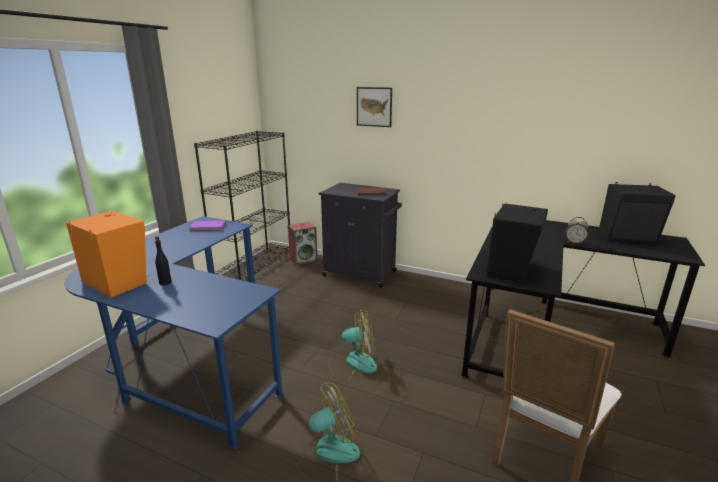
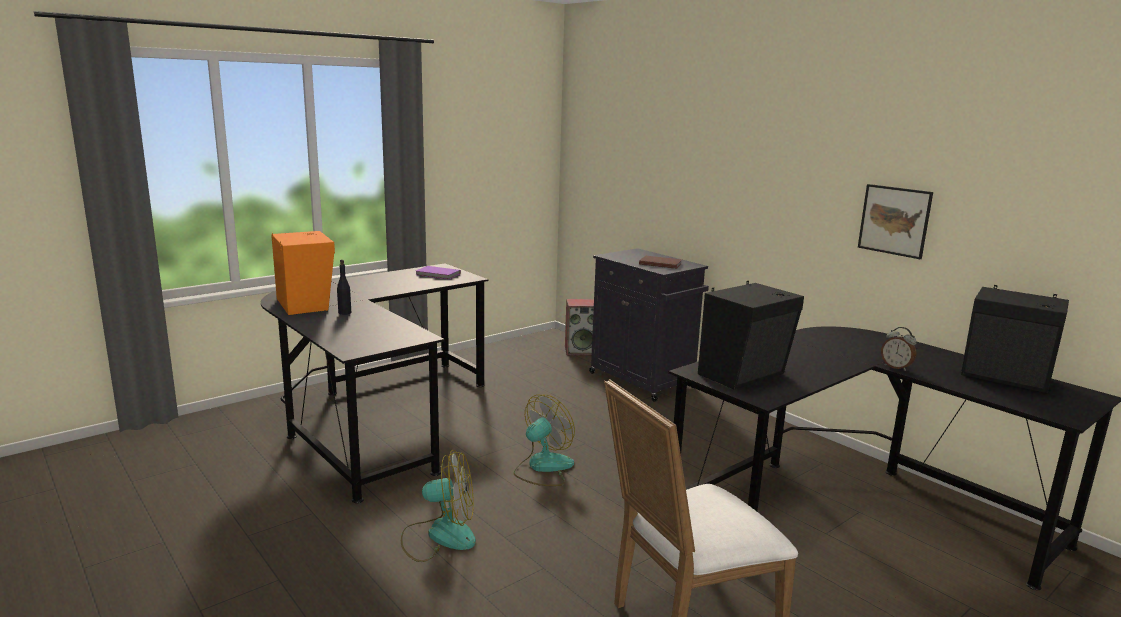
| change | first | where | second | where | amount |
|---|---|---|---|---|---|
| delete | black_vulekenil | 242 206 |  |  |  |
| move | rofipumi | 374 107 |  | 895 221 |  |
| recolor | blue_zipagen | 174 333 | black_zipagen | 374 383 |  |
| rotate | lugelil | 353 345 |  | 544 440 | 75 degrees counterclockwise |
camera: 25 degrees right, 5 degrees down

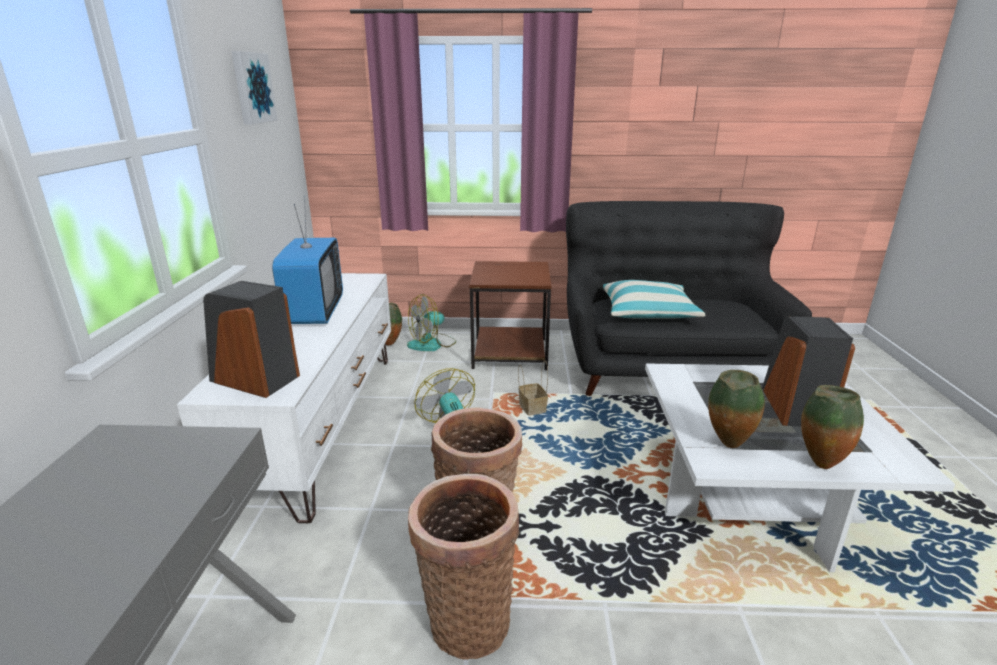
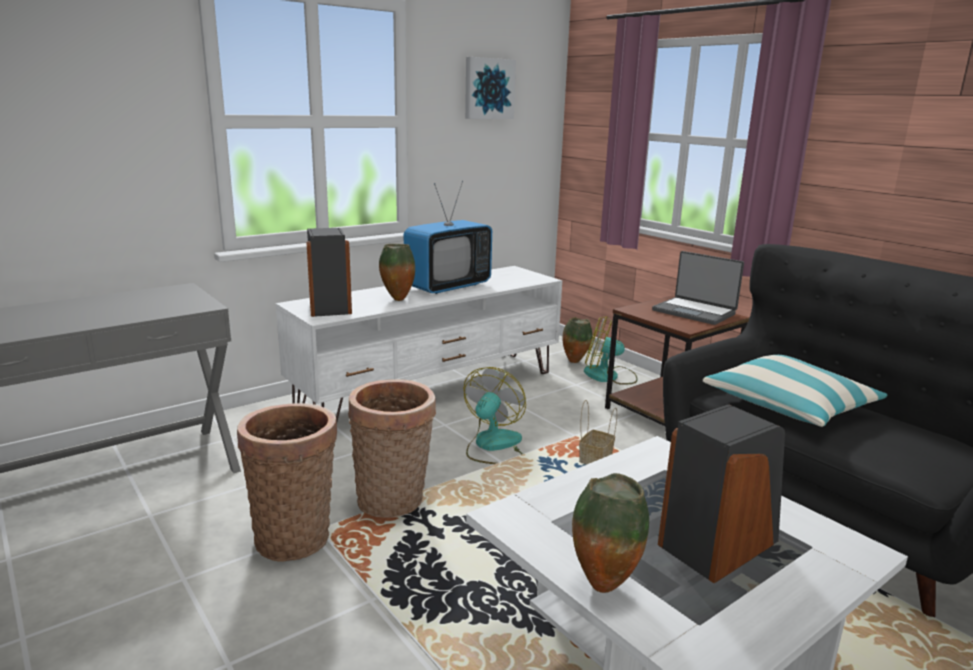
| change | first | where | second | where | amount |
|---|---|---|---|---|---|
| insert |  |  | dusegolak | 698 288 |  |
| move | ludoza | 736 409 |  | 397 272 |  |
camera: 50 degrees right, 5 degrees down

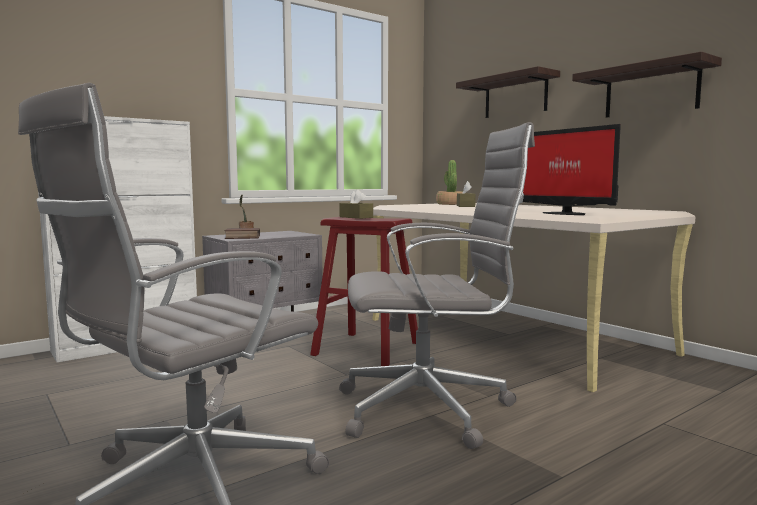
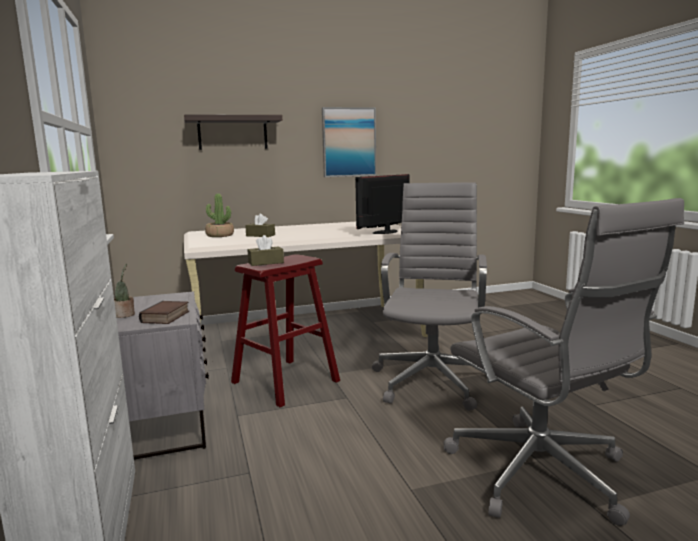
| change | first | where | second | where | amount |
|---|---|---|---|---|---|
| replace | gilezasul | 647 85 | rofipumi | 349 142 |  |
| rotate | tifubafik | 572 169 |  | 382 204 | 150 degrees clockwise |
camera: 70 degrees left, 5 degrees up

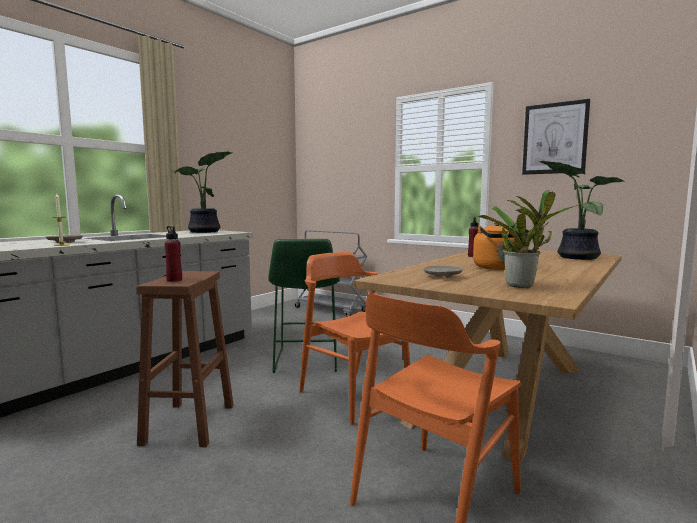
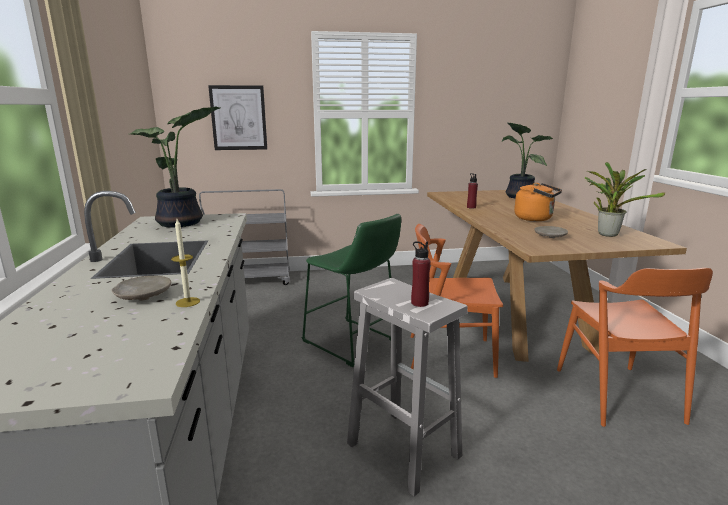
| change | first | where | second | where | amount |
|---|---|---|---|---|---|
| move | rofipumi | 556 137 |  | 237 117 |  |
| recolor | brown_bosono | 185 359 | white_bosono | 407 387 |  |
camera: 45 degrees left, 10 degrees up

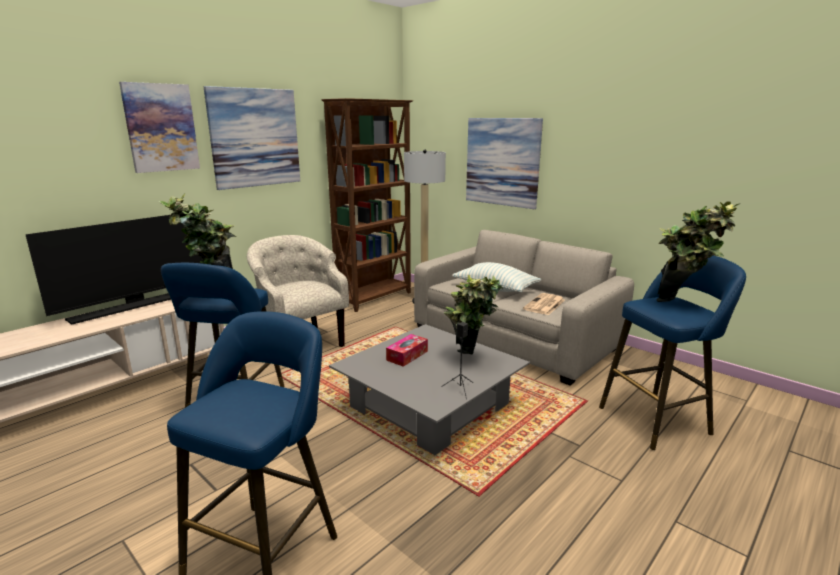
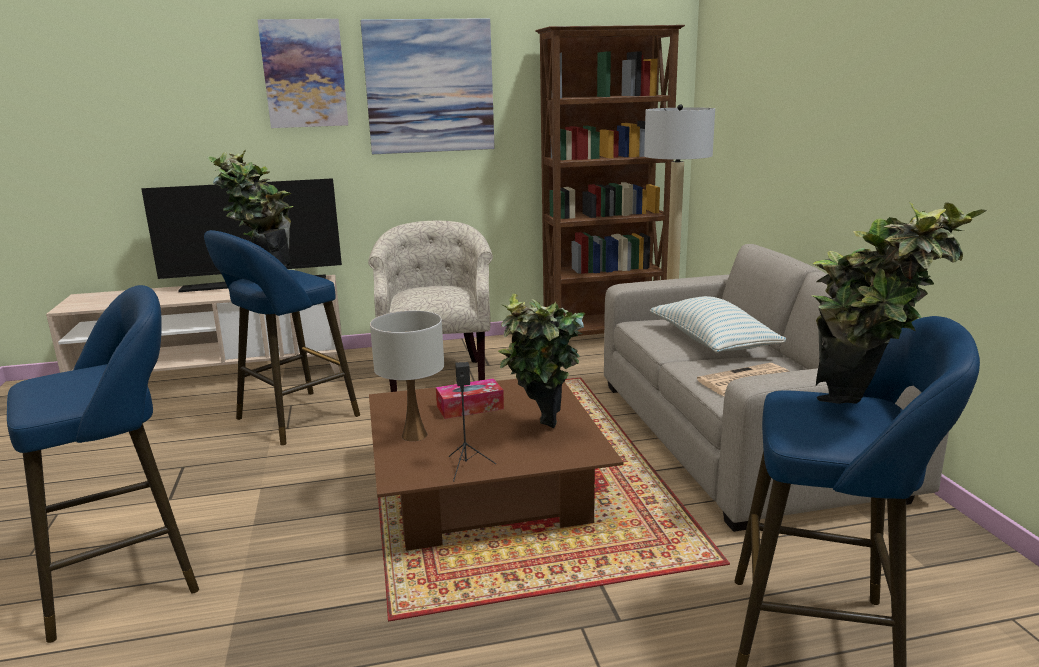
| change | first | where | second | where | amount |
|---|---|---|---|---|---|
| delete | rofipumi | 504 163 |  |  |  |
| insert |  |  | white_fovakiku | 407 376 |  |
| recolor | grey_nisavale | 429 389 | brown_nisavale | 496 465 |  |
camera: 35 degrees right, 0 degrees up

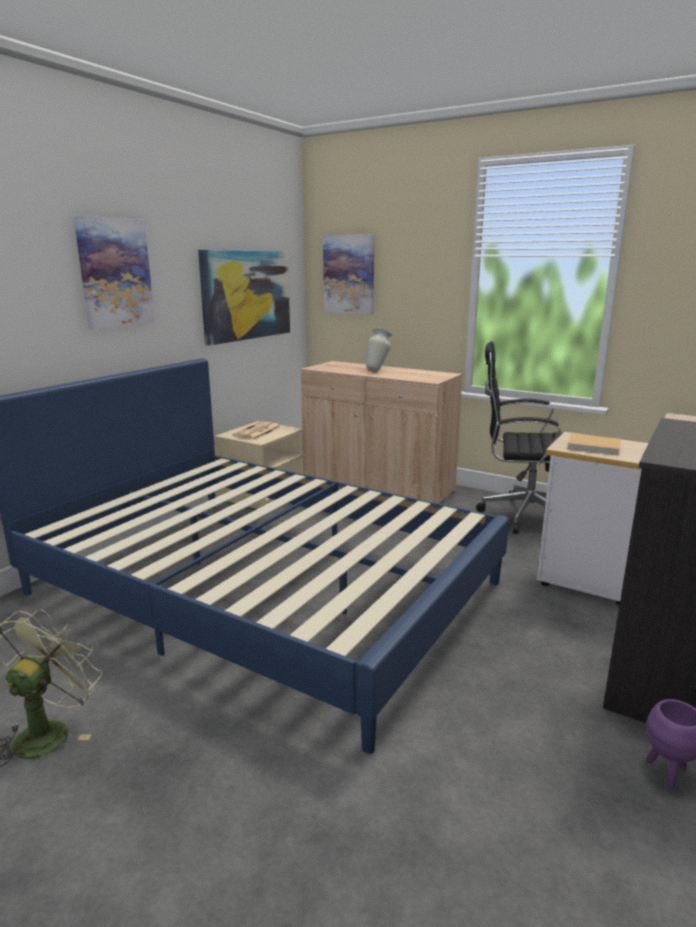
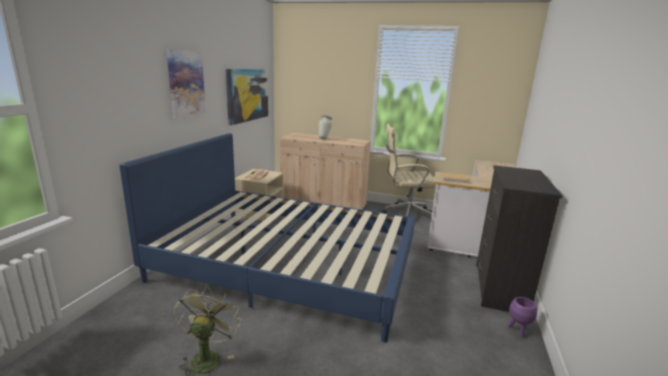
| change | first | where | second | where | amount |
|---|---|---|---|---|---|
| delete | rofipumi | 348 274 |  |  |  |
| recolor | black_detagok | 519 437 | beige_detagok | 409 172 |  |
camera: 15 degrees left, 0 degrees up

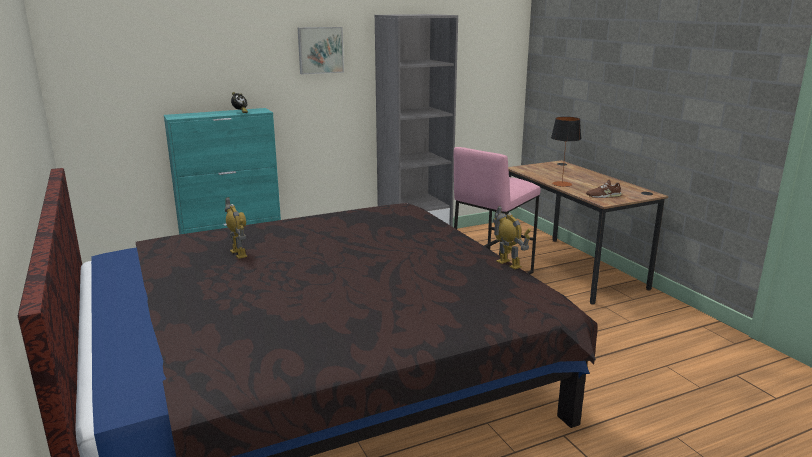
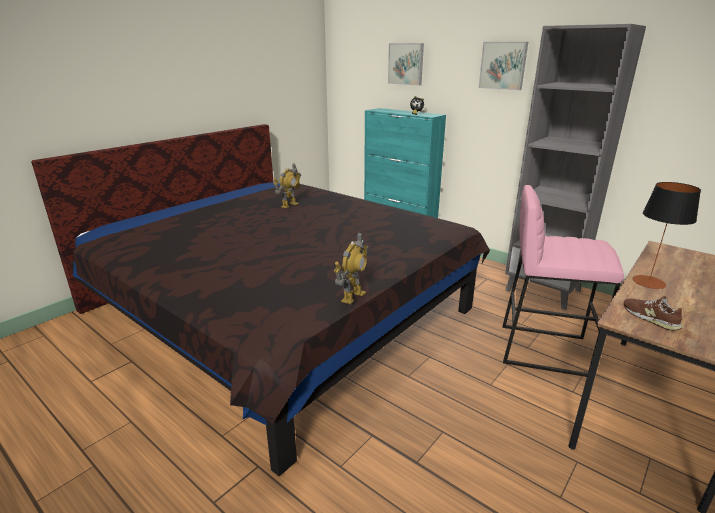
| change | first | where | second | where | amount |
|---|---|---|---|---|---|
| insert |  |  | rofipumi | 406 64 |  |
camera: 65 degrees right, 5 degrees up

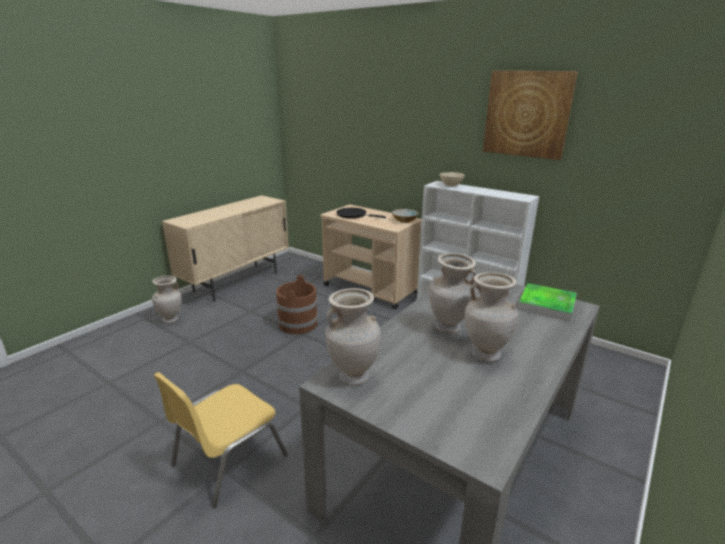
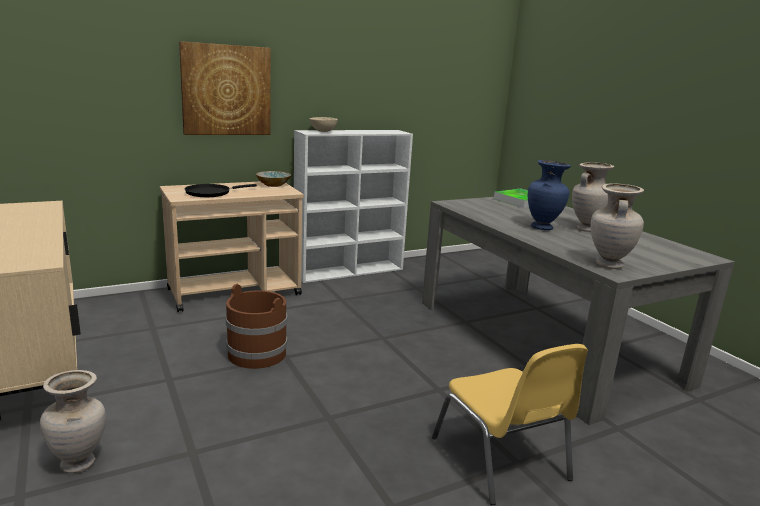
| change | first | where | second | where | amount |
|---|---|---|---|---|---|
| move | rofipumi | 530 115 |  | 225 88 |  |
| recolor | beige_ludoza | 453 293 | blue_ludoza | 549 195 |  |
camera: 65 degrees left, 5 degrees down

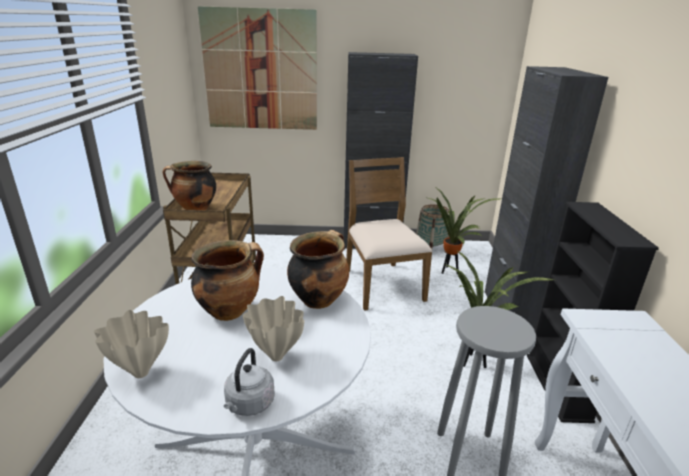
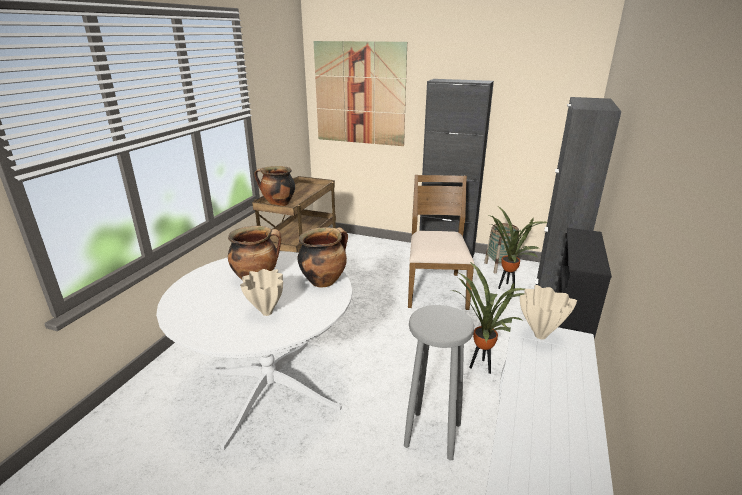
| change | first | where | second | where | amount |
|---|---|---|---|---|---|
| delete | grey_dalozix | 249 382 |  |  |  |
| move | beige_ludoza | 131 344 |  | 548 312 |  |
camera: 20 degrees right, 0 degrees up

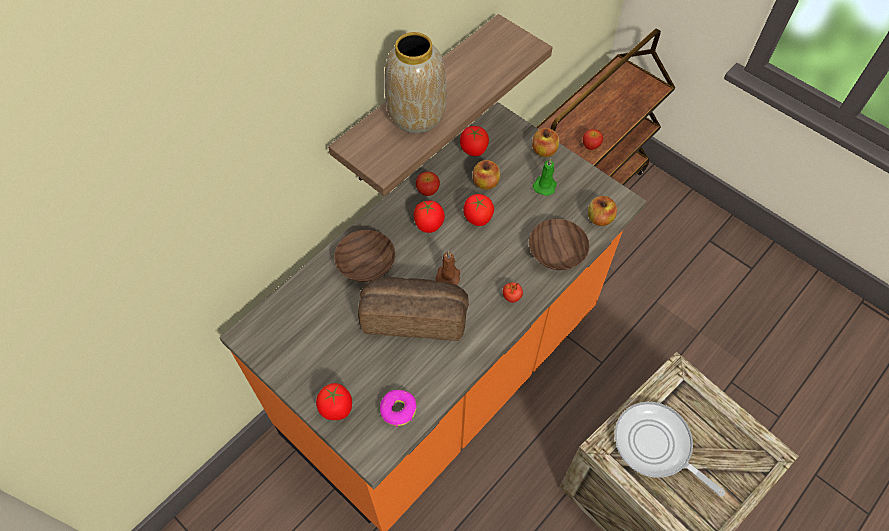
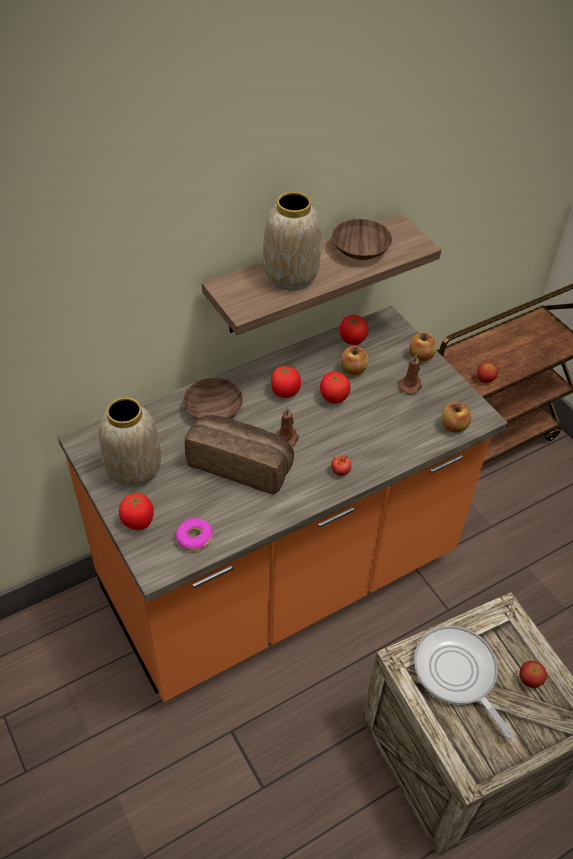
| change | first | where | second | where | amount |
|---|---|---|---|---|---|
| insert |  |  | ludoza | 130 442 |  |
| move | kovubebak | 428 184 |  | 533 674 |  |
| move | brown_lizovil | 559 244 |  | 362 239 |  |
| recolor | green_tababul | 545 177 | brown_tababul | 410 374 |  |
camera: 15 degrees right, 10 degrees down

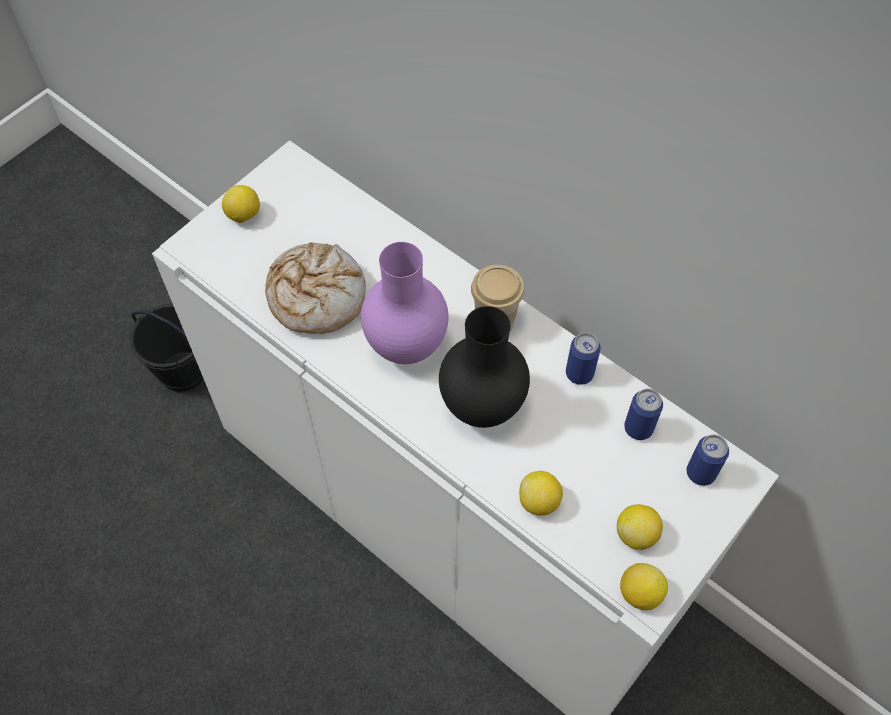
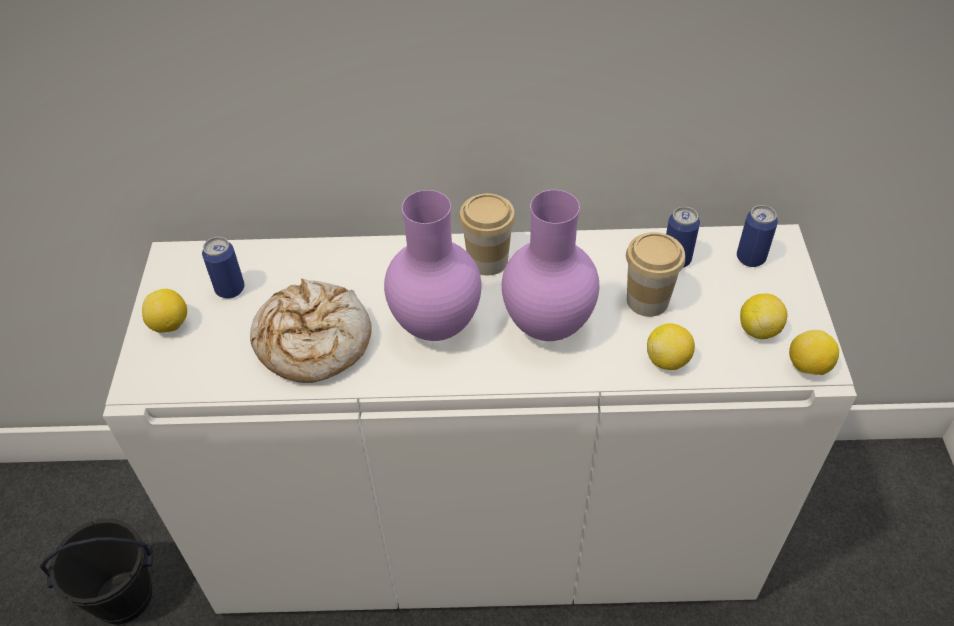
| change | first | where | second | where | amount |
|---|---|---|---|---|---|
| insert |  |  | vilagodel | 655 274 |  |
| move | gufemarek | 583 359 |  | 223 268 |  |
| recolor | black_ludoza | 484 367 | purple_ludoza | 550 265 |  |
camera: 40 degrees left, 10 degrees down

